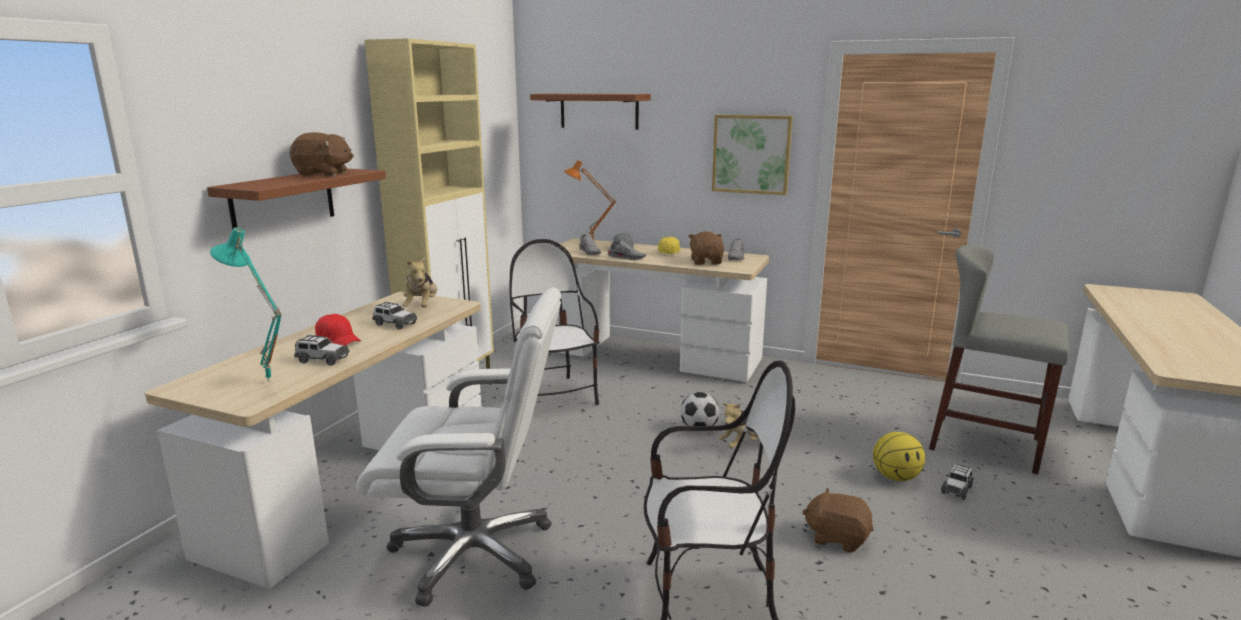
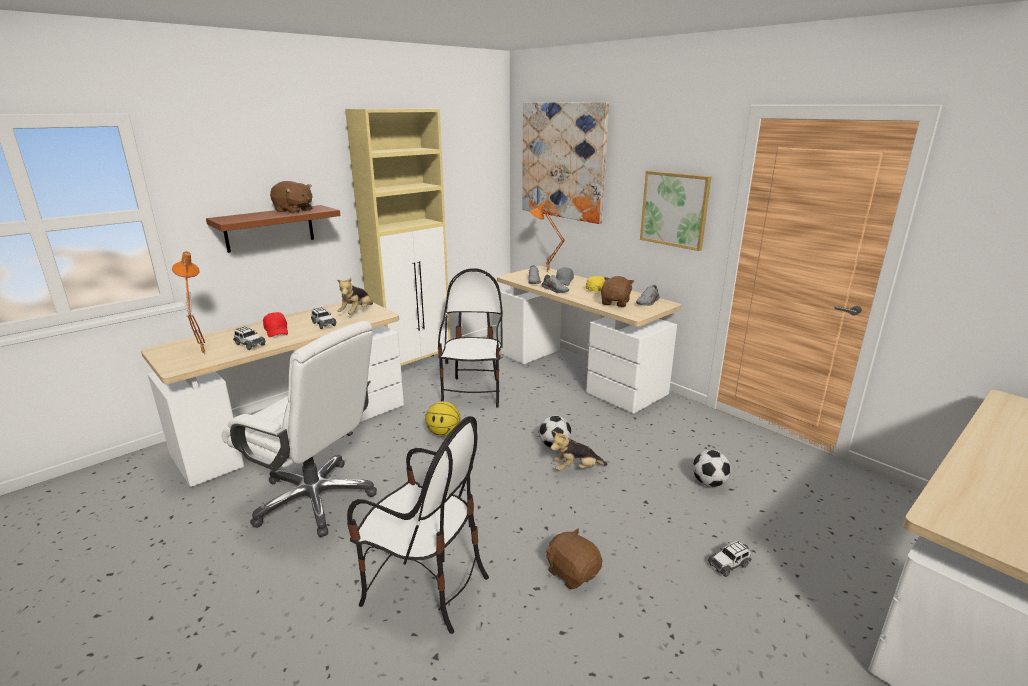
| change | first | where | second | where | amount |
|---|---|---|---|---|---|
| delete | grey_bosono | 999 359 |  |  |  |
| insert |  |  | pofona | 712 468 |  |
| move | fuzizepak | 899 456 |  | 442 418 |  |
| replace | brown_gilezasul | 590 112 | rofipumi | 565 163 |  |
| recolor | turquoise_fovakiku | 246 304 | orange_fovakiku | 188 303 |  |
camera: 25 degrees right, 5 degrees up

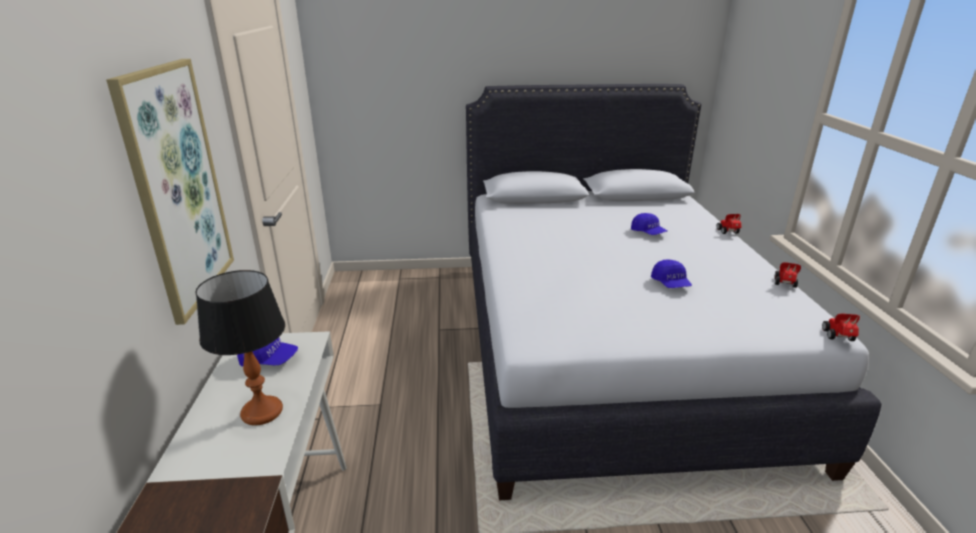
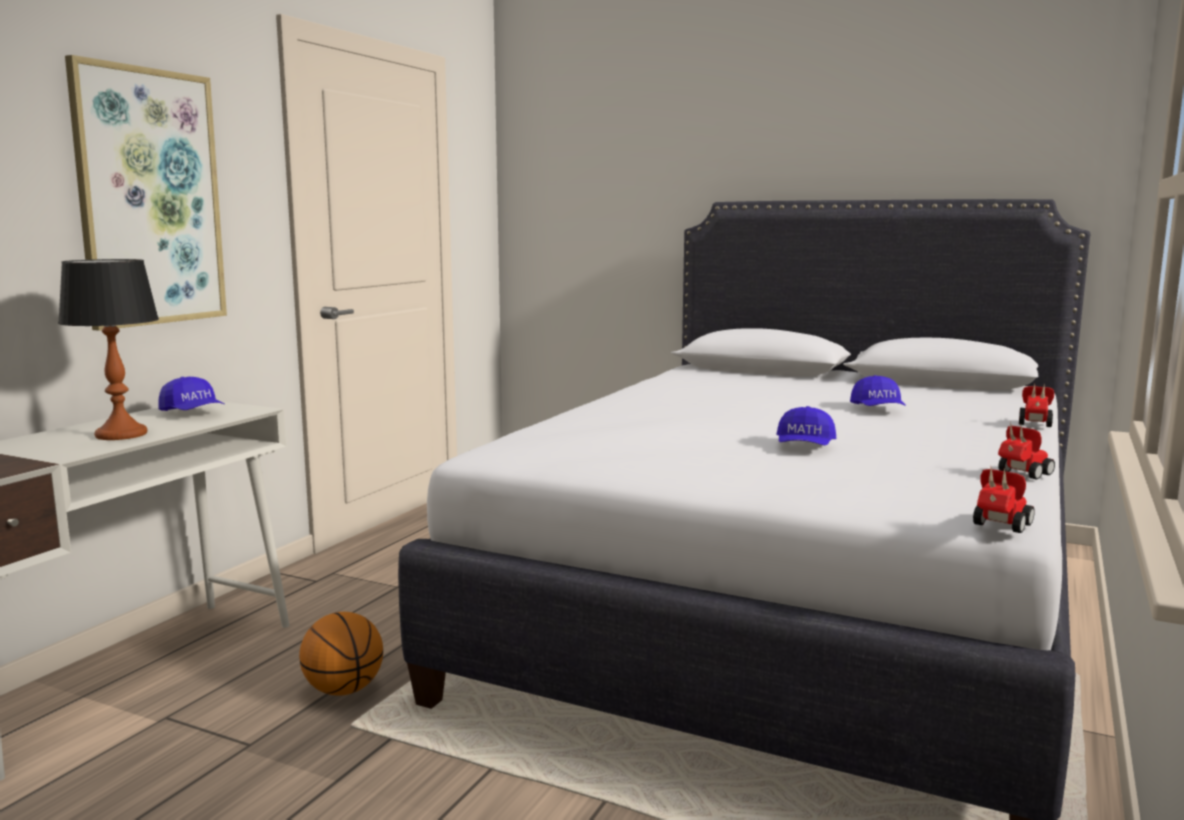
| change | first | where | second | where | amount |
|---|---|---|---|---|---|
| insert |  |  | fuzizepak | 341 654 |  |
camera: 30 degrees right, 15 degrees down

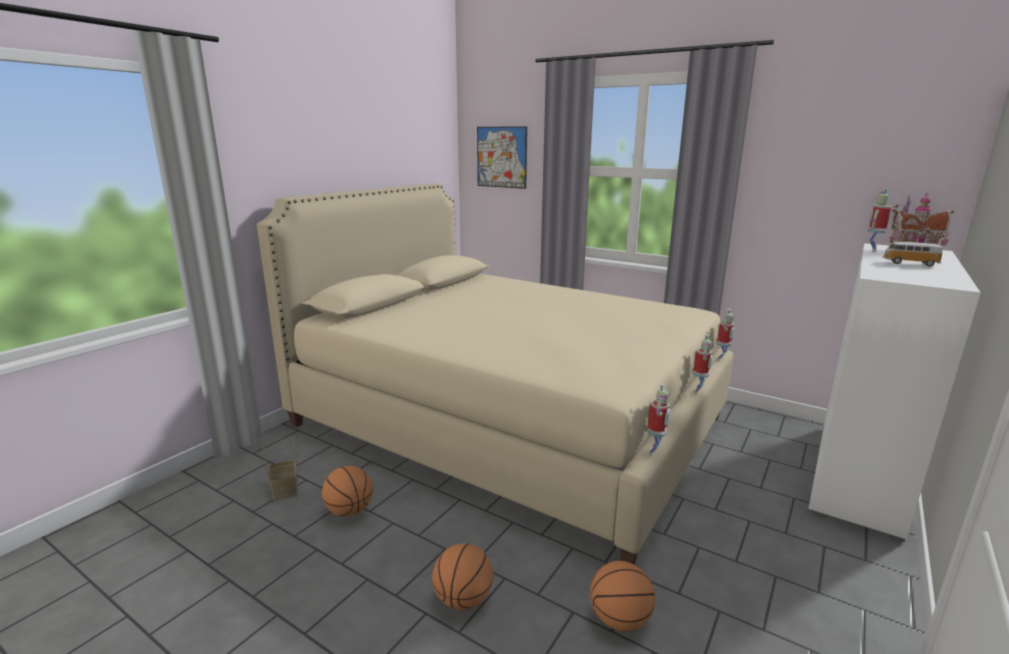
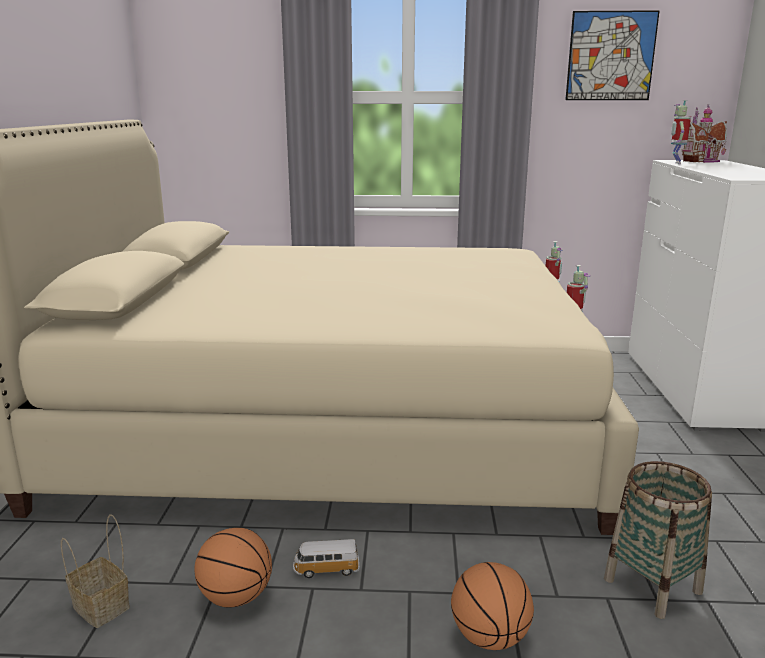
| change | first | where | second | where | amount |
|---|---|---|---|---|---|
| delete | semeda | 659 419 |  |  |  |
| move | rofipumi | 502 157 |  | 612 55 |  |
| move | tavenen | 912 254 |  | 326 558 |  |
| replace | fuzizepak | 622 596 | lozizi | 658 540 |  |
camera: 30 degrees left, 0 degrees up

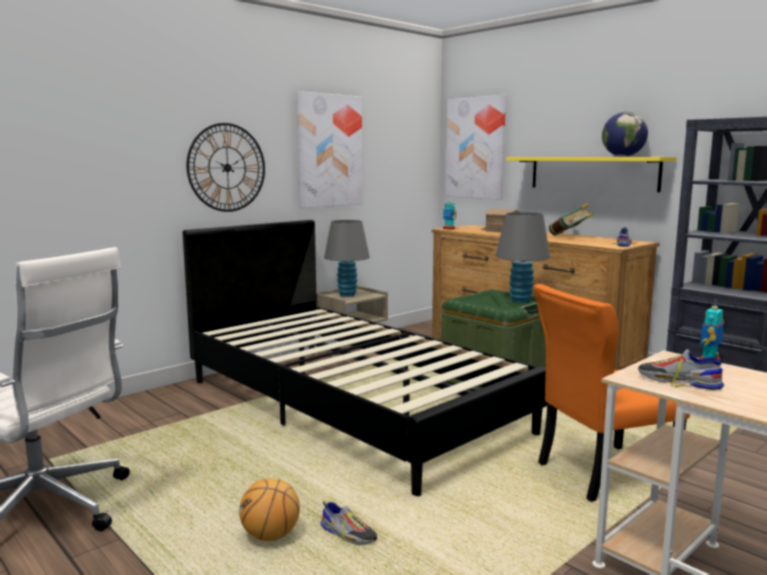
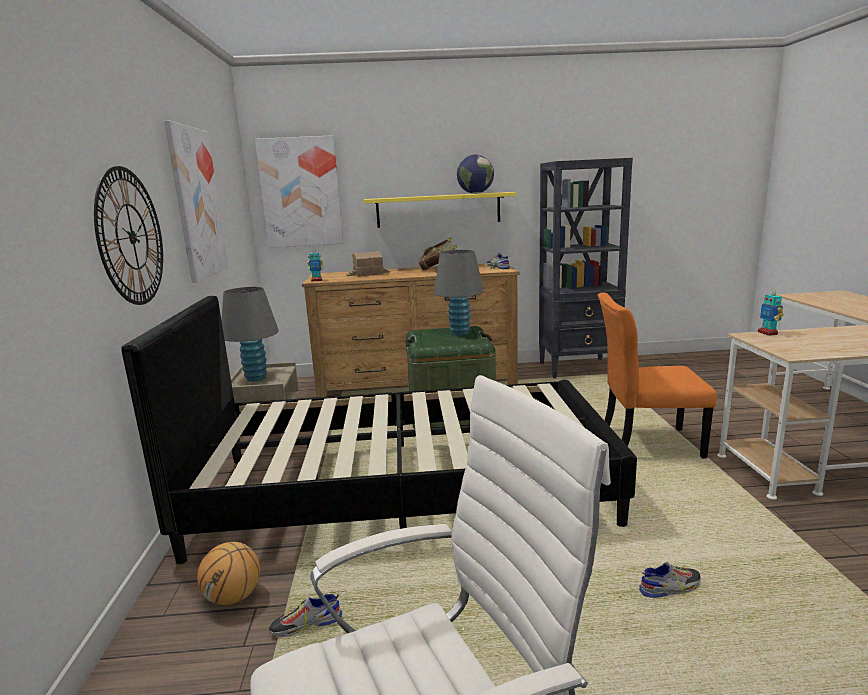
| change | first | where | second | where | amount |
|---|---|---|---|---|---|
| move | fuzizepak | 269 509 |  | 228 573 |  |
| move | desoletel | 681 369 |  | 305 615 |  |
| rotate | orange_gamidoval | 611 393 |  | 657 375 | 75 degrees clockwise |
camera: 50 degrees left, 5 degrees up

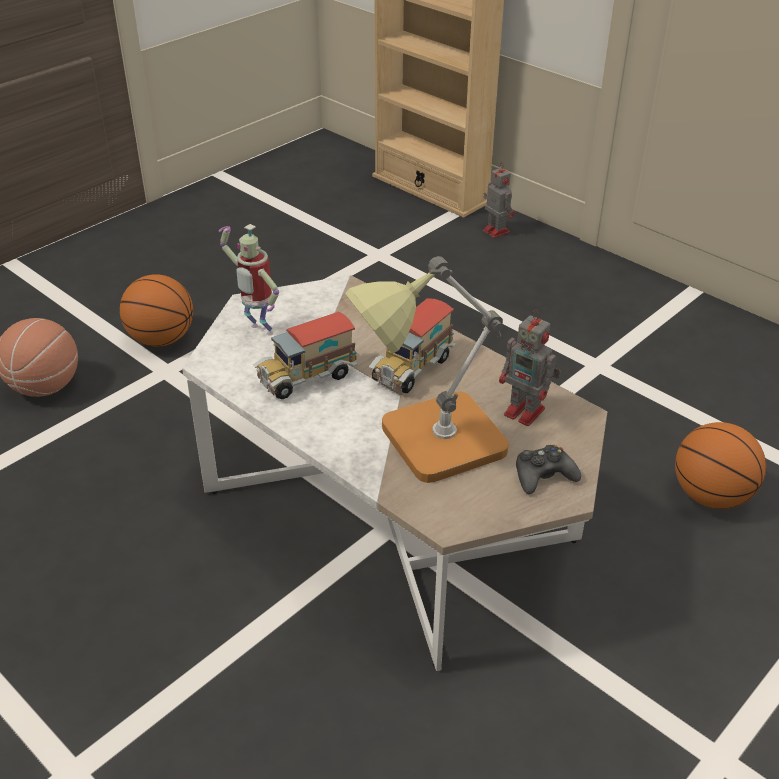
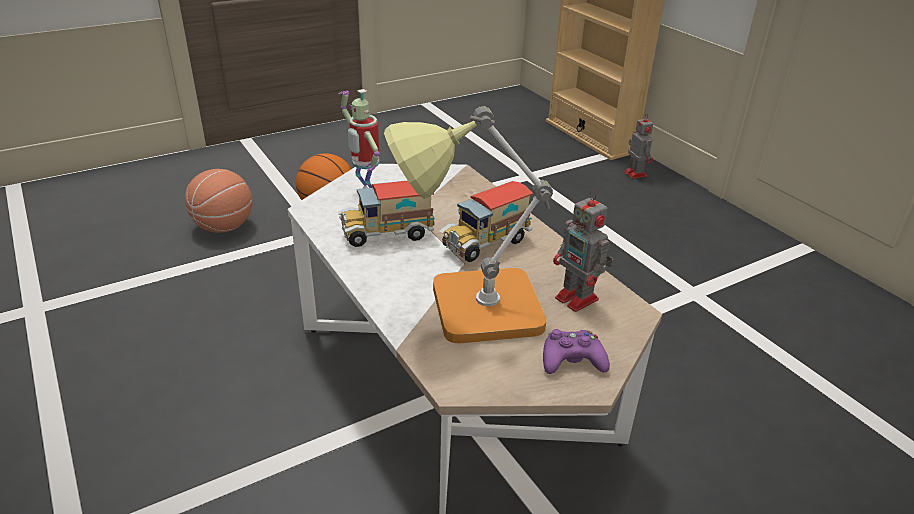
| change | first | where | second | where | amount |
|---|---|---|---|---|---|
| delete | fuzizepak | 720 465 |  |  |  |
| recolor | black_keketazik | 548 469 | purple_keketazik | 576 351 |  |
camera: 15 degrees right, 5 degrees down

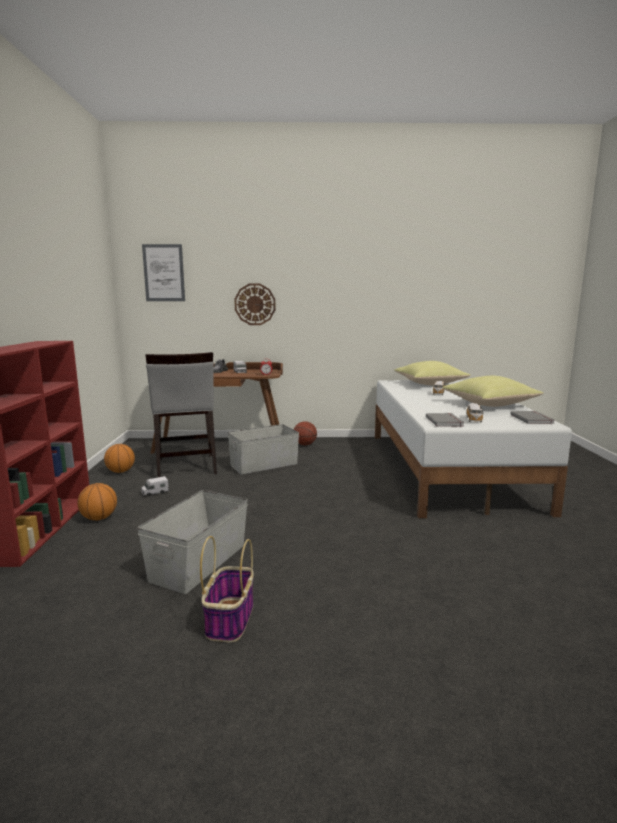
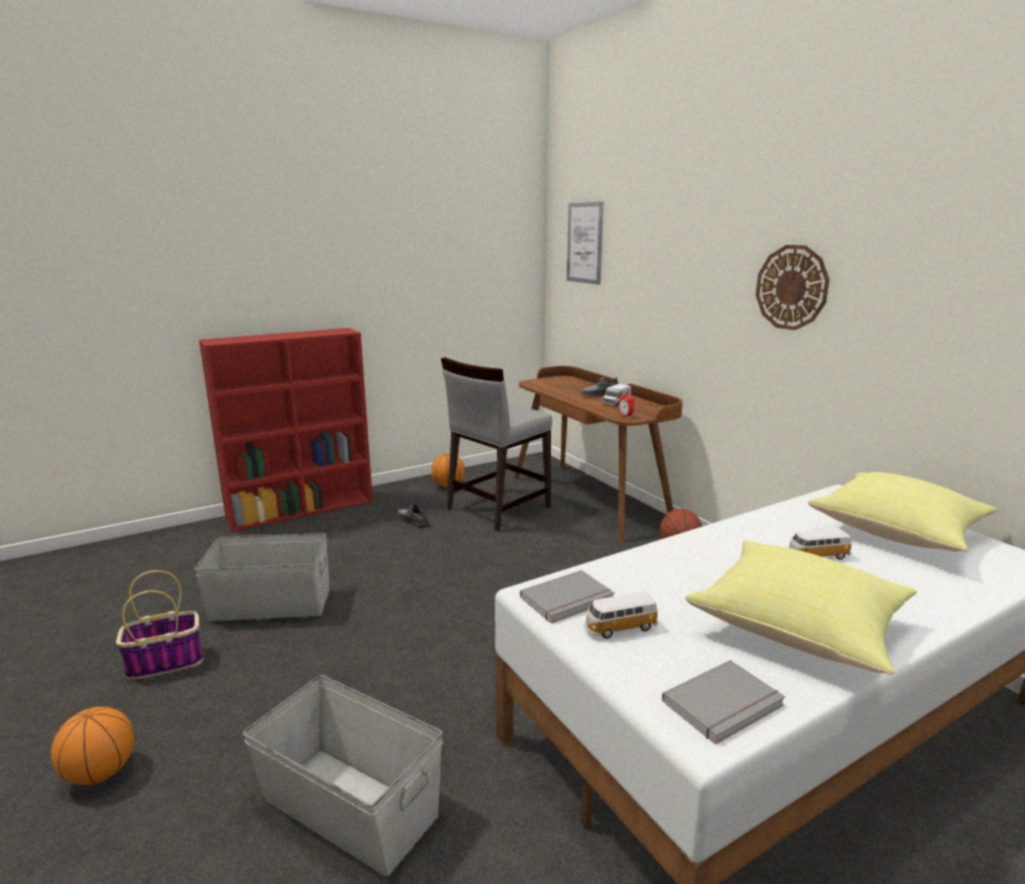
| change | first | where | second | where | amount |
|---|---|---|---|---|---|
| move | fuzizepak | 97 501 |  | 92 746 |  |
| move | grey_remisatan | 263 449 |  | 343 775 |  |
| move | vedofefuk | 254 304 |  | 793 287 |  |
| replace | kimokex | 155 486 | grey_desoletel | 413 516 |  |
camera: 60 degrees right, 5 degrees up

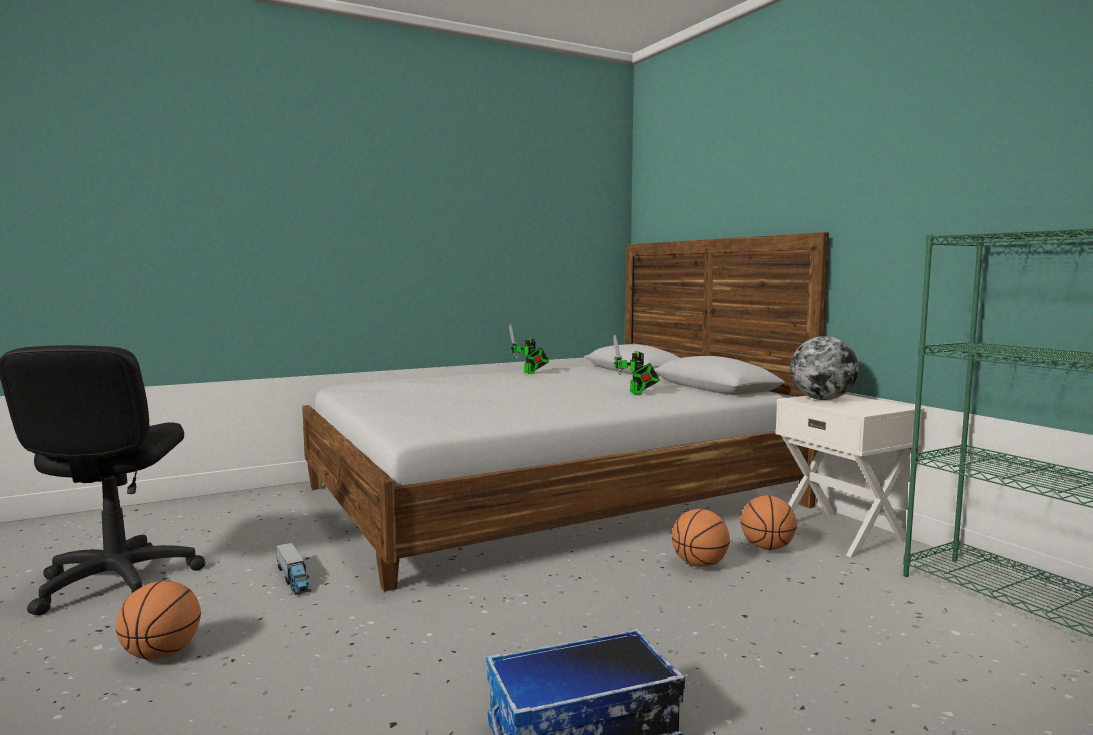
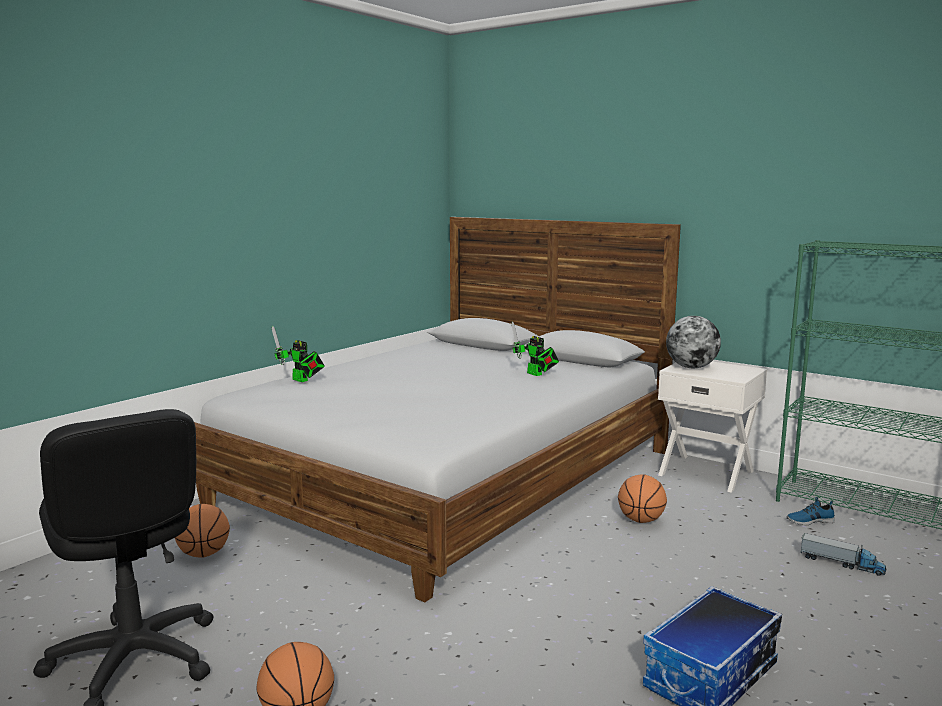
| change | first | where | second | where | amount |
|---|---|---|---|---|---|
| insert |  |  | desoletel | 810 511 |  |
| move | kimokex | 293 568 |  | 843 554 |  |
| move | semeda | 529 349 |  | 298 354 |  |
| move | fuzizepak | 768 522 |  | 202 531 |  |
camera: 25 degrees left, 5 degrees up

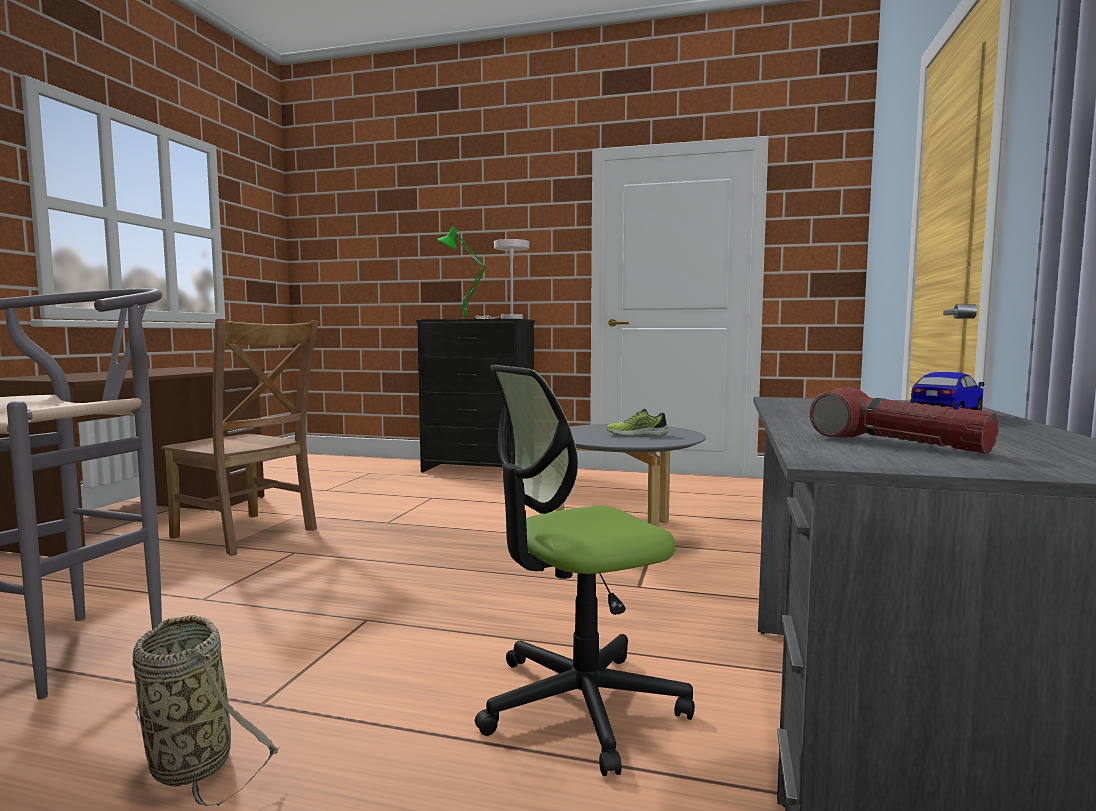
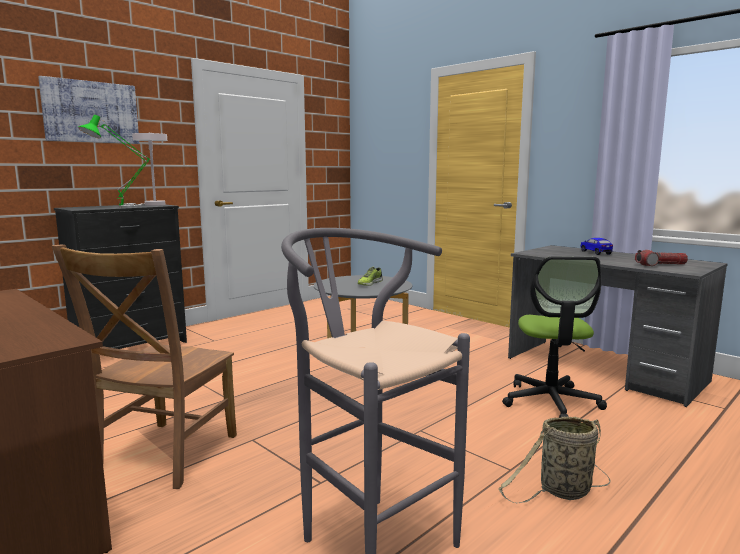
| change | first | where | second | where | amount |
|---|---|---|---|---|---|
| insert |  |  | rofipumi | 88 110 |  |
| rotate | brown_gamidoval | 239 437 |  | 144 366 | 135 degrees clockwise |
camera: 60 degrees left, 5 degrees up

